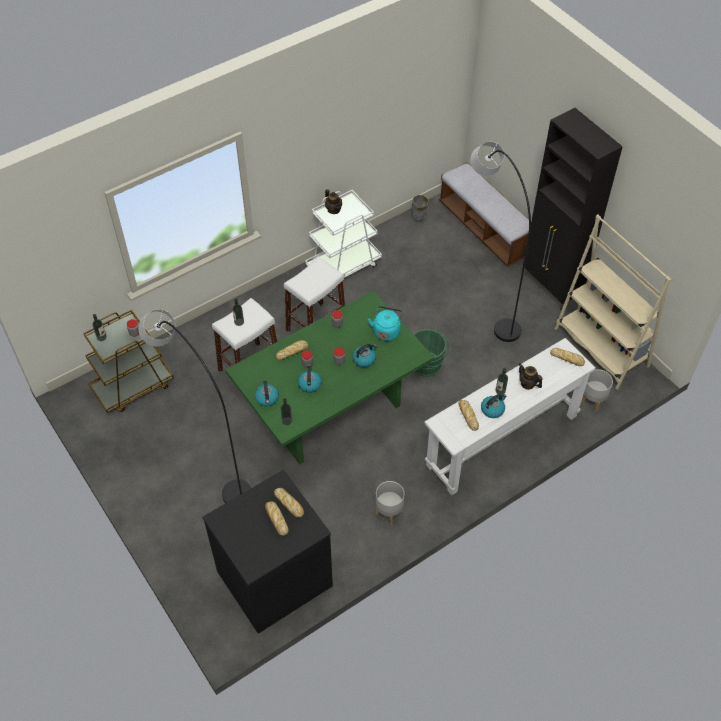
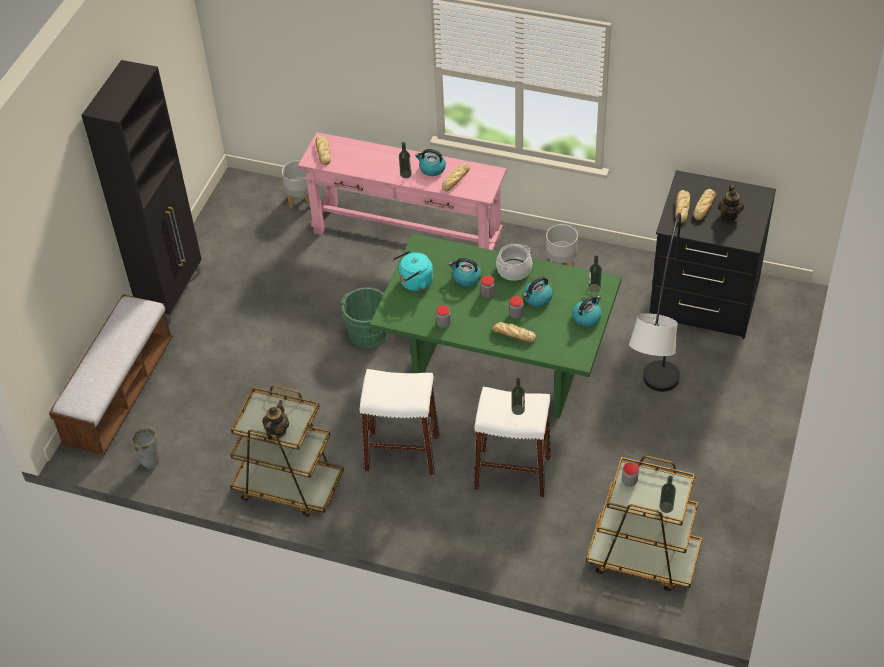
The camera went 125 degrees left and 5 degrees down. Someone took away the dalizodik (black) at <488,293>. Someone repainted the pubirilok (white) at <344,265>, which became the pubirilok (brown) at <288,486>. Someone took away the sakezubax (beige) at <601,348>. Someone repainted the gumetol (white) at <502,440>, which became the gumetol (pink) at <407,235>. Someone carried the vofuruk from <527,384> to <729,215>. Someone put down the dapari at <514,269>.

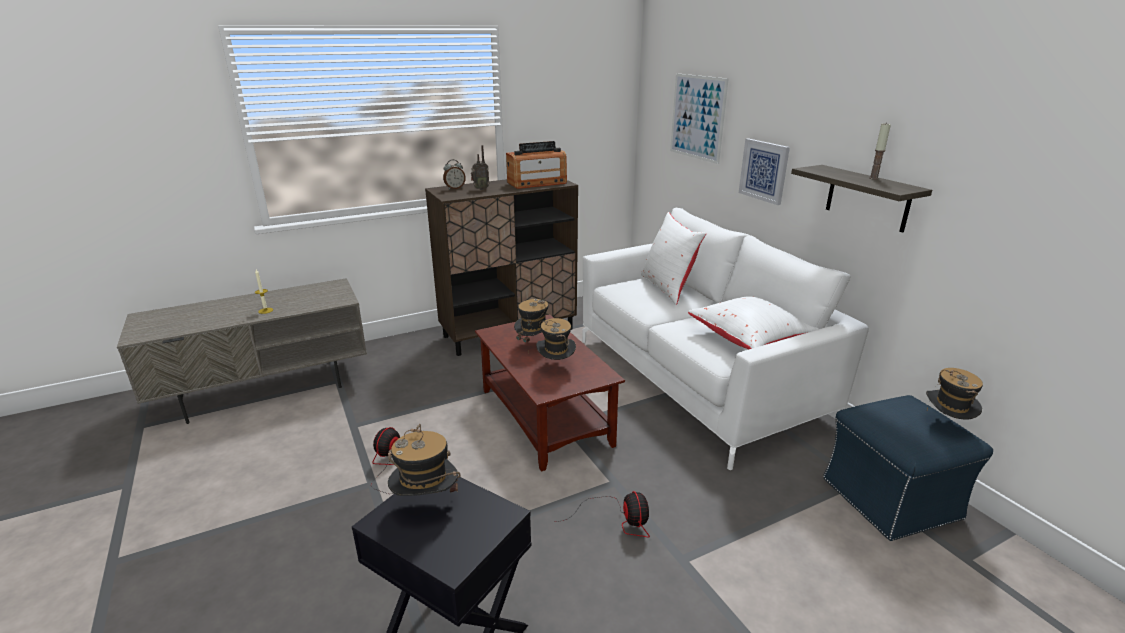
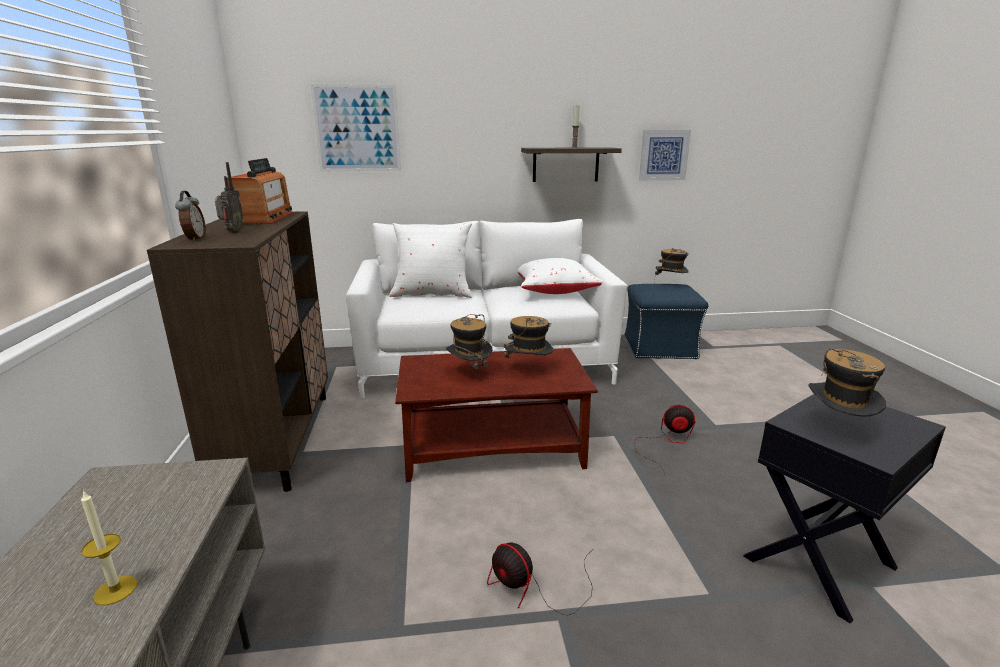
The camera went 70 degrees left and 5 degrees down. Someone carried the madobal from <764,171> to <663,155>.

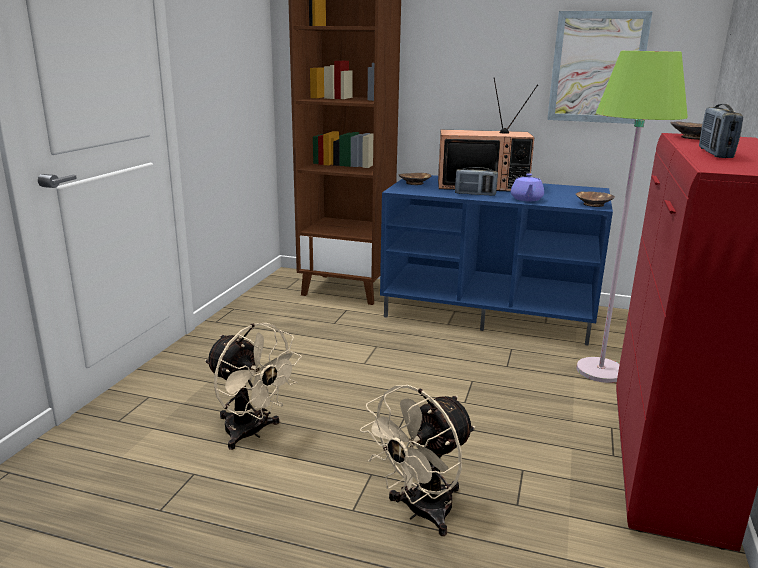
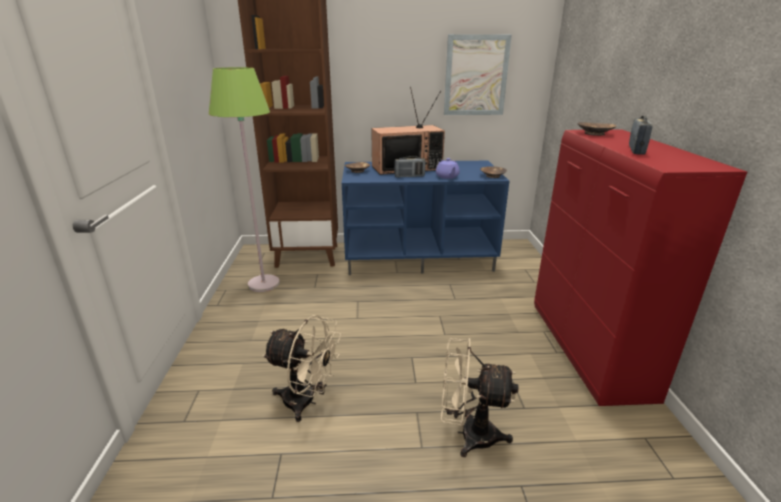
The camera went 20 degrees left and 5 degrees up. Someone carried the dalizodik (green) from <600,371> to <264,284>. Someone rotated the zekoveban at <715,153> by 150 degrees counterclockwise. Someone rotated the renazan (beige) at <420,512> by 75 degrees clockwise.

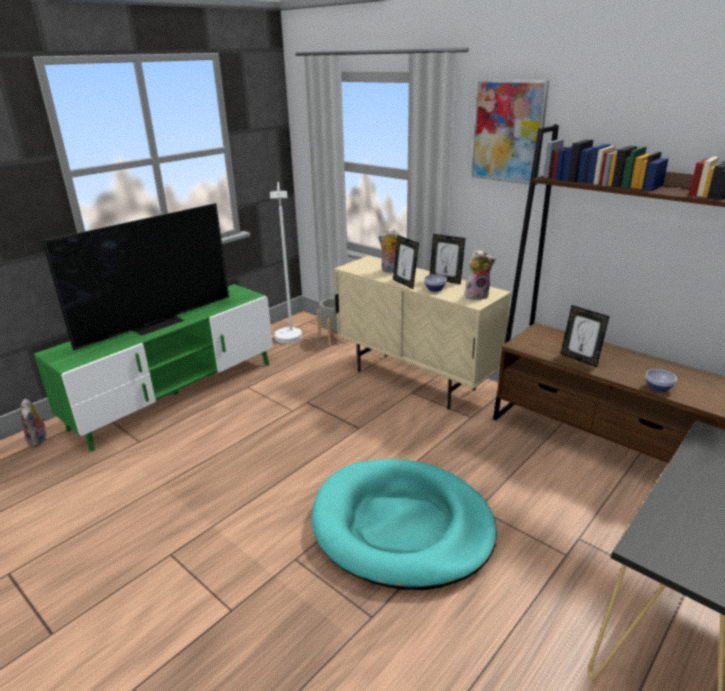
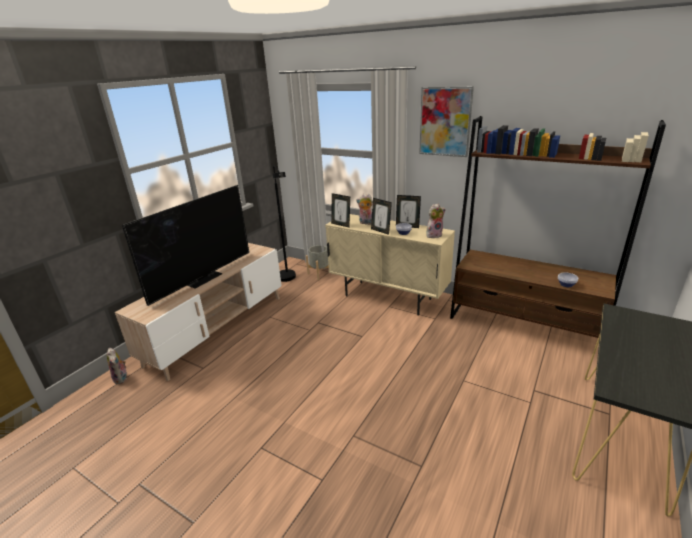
The camera went 10 degrees left and 0 degrees up. Someone repainted the dalizodik (white) at <289,340>, which became the dalizodik (black) at <287,279>. Someone repainted the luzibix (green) at <176,394>, which became the luzibix (beige) at <218,329>. Someone carried the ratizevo from <580,359> to <341,224>. Someone took away the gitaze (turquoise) at <402,526>.

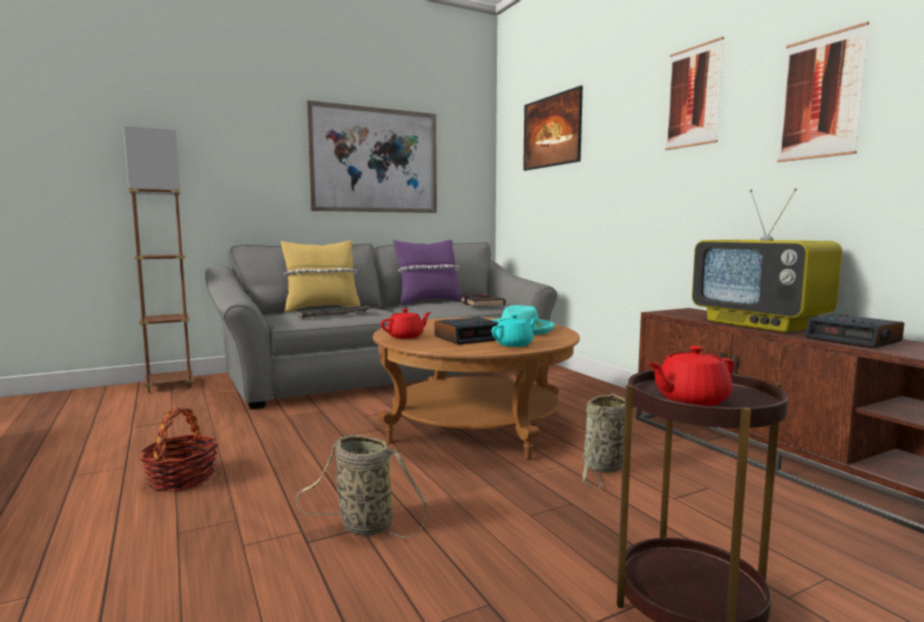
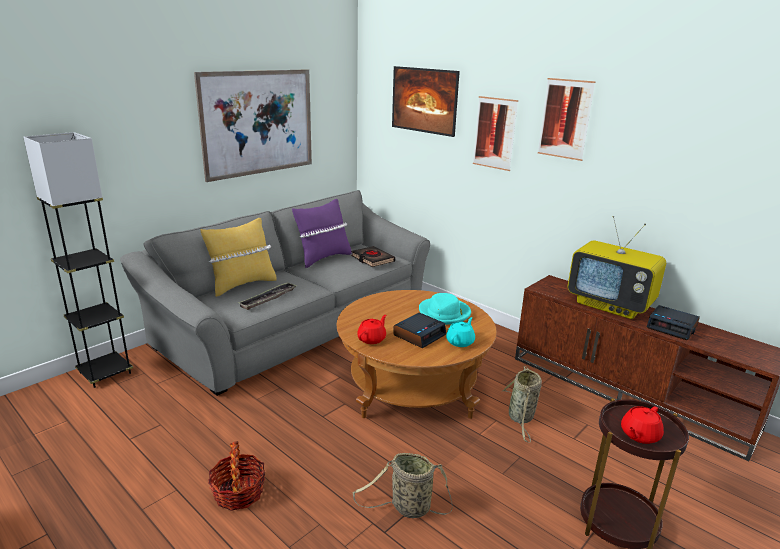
The camera went 20 degrees left and 15 degrees up. Someone carried the madobal from <820,97> to <494,133>. Someone repainted the dalizodik (brown) at <170,385>, which became the dalizodik (grey) at <105,373>.

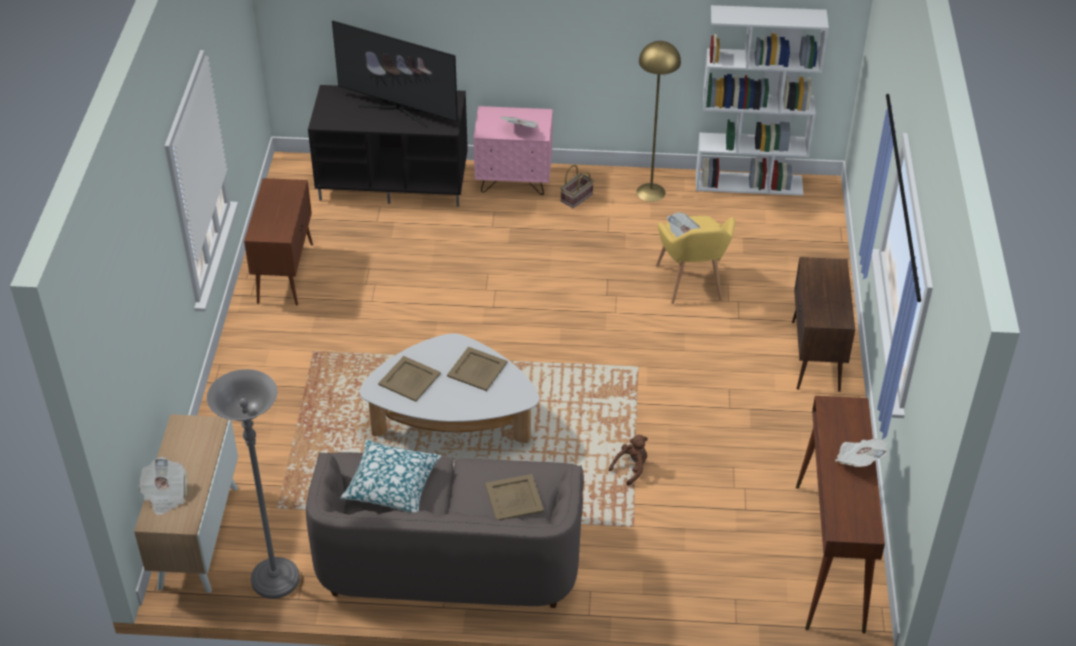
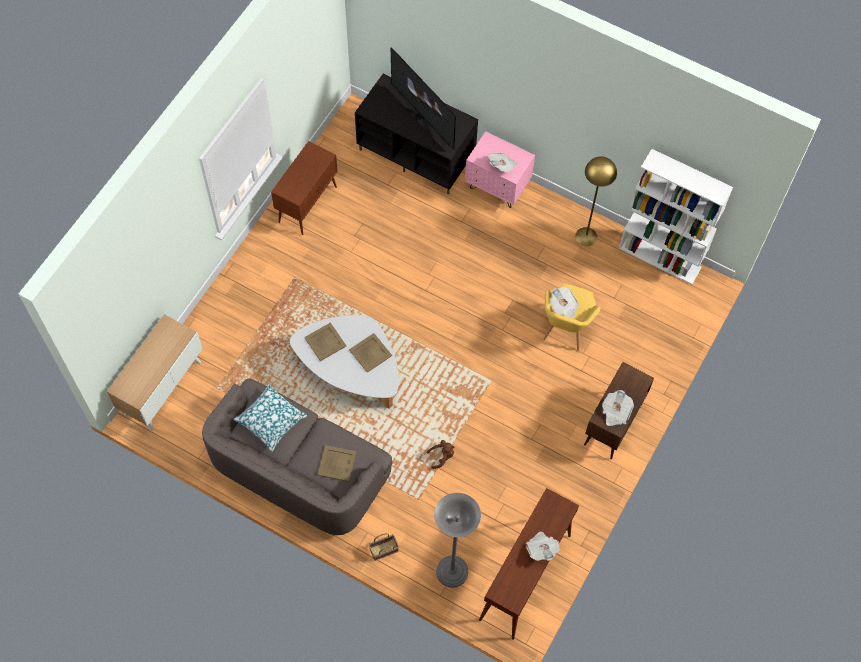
The camera went 25 degrees right and 20 degrees up. Someone carried the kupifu from <576,198> to <383,550>. Someone carried the dalizodik (grey) from <275,580> to <452,572>. Someone carried the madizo from <165,495> to <615,412>.

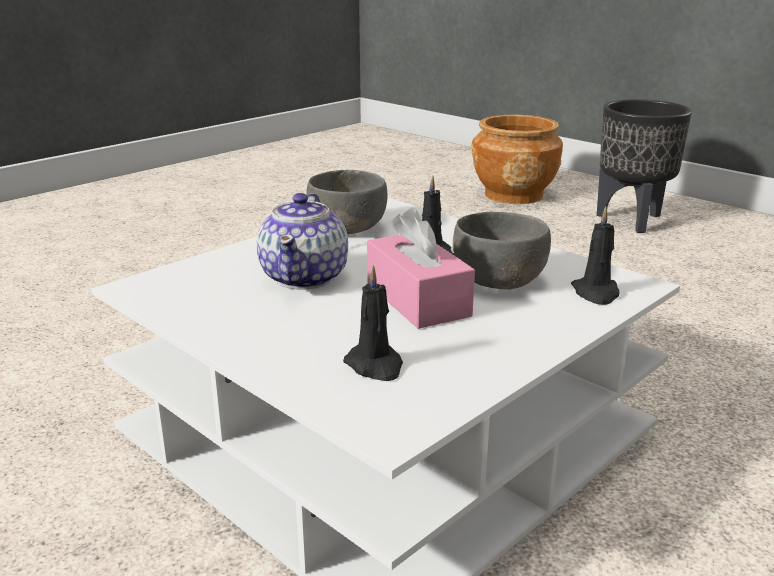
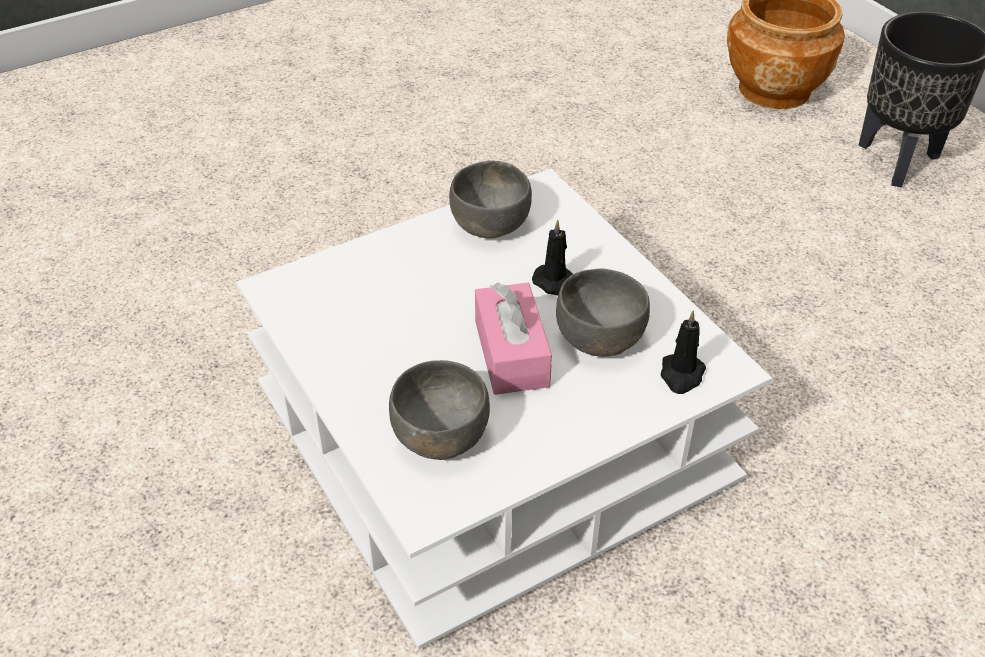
The camera went 15 degrees right and 20 degrees up. Someone took away the vofuruk at <305,277>. Someone swapped the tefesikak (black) at <375,366> for the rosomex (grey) at <440,436>.

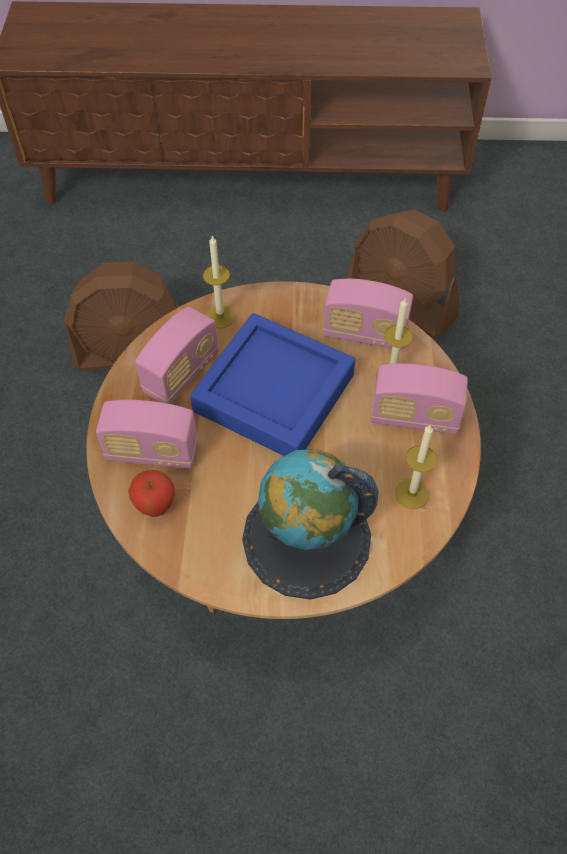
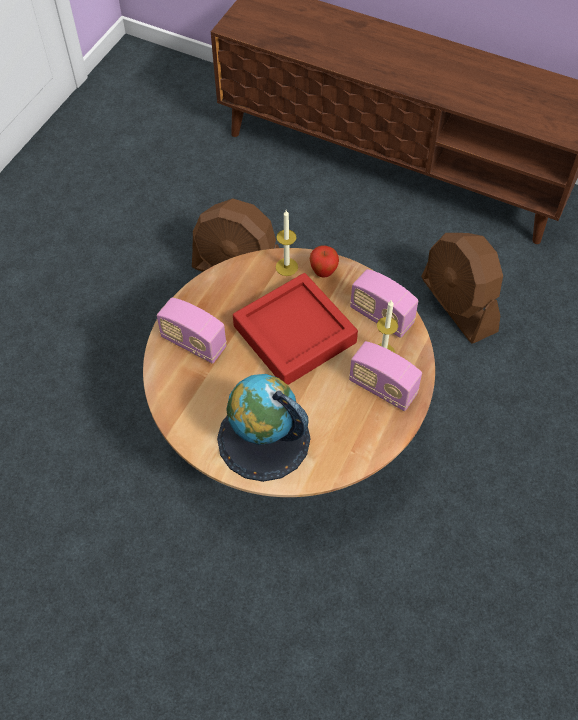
The camera went 25 degrees right and 0 degrees up. Someone took away the zekoveban at <181,374>. Someone repainted the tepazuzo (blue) at <274,393>, which became the tepazuzo (red) at <294,334>. Someone took away the tefesikak at <412,493>. Someone carried the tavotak from <155,506> to <323,272>.

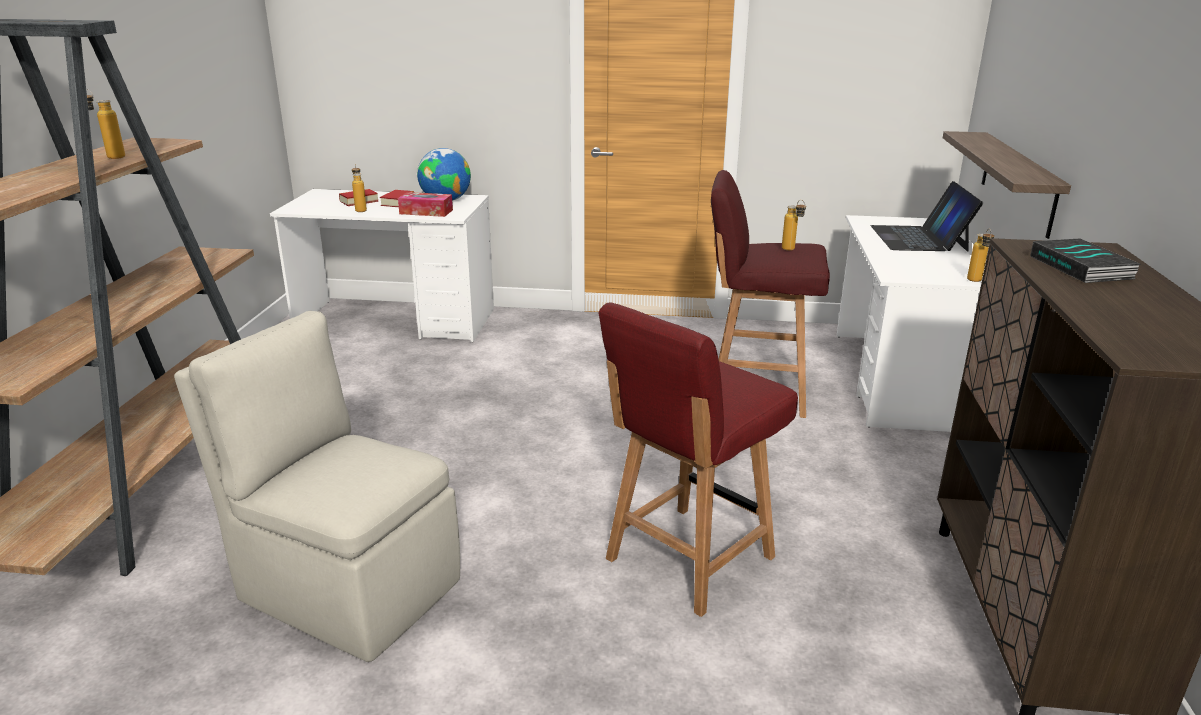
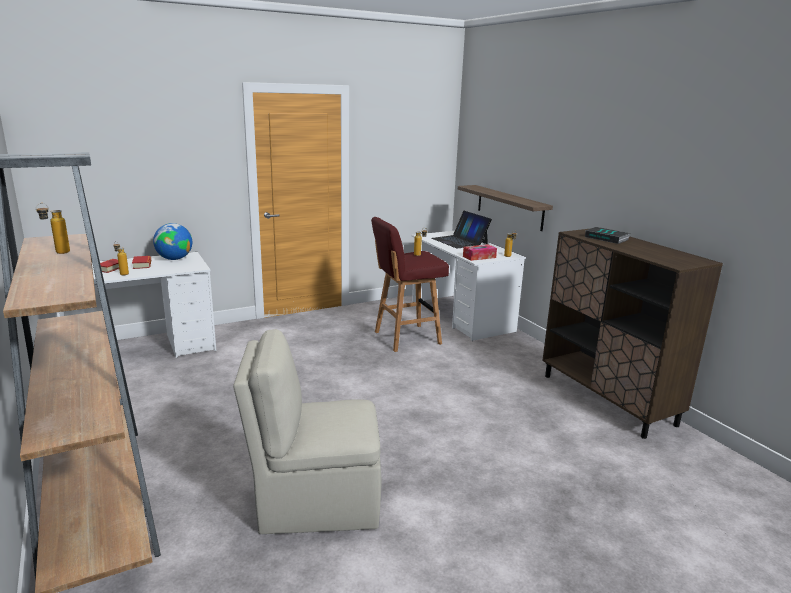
The camera went 35 degrees left and 5 degrees down. Someone carried the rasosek from <426,212> to <479,257>. Someone took away the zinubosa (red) at <687,560>.

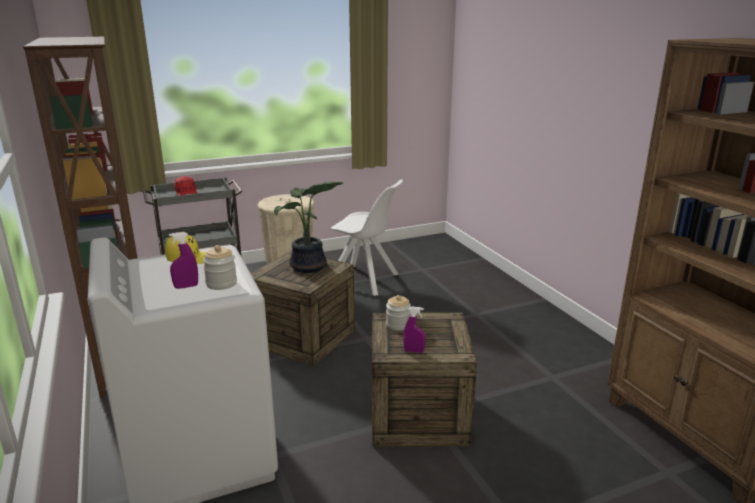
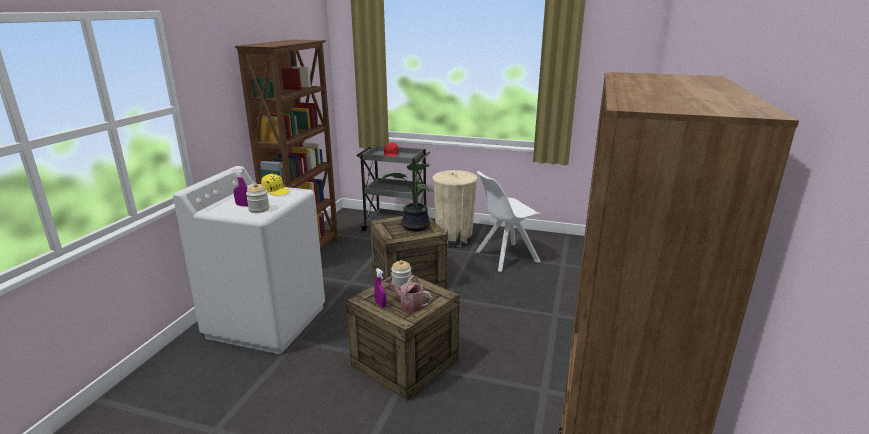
The camera went 40 degrees right and 0 degrees up. Someone rotated the zinubosa (white) at <365,280> by 90 degrees clockwise. Someone put down the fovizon at <408,305>.

